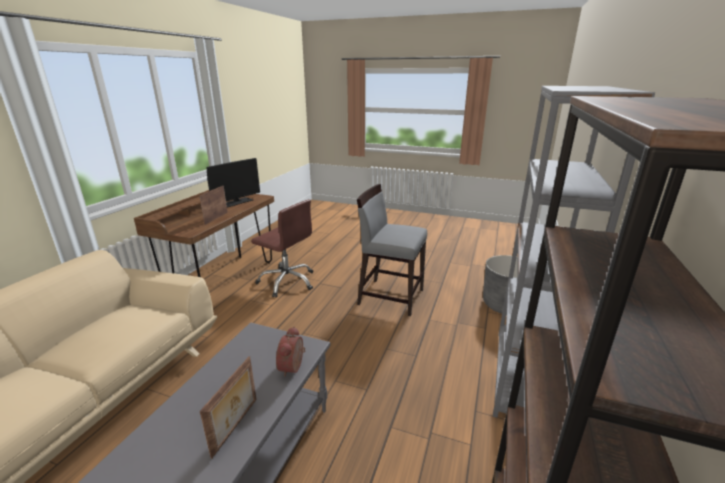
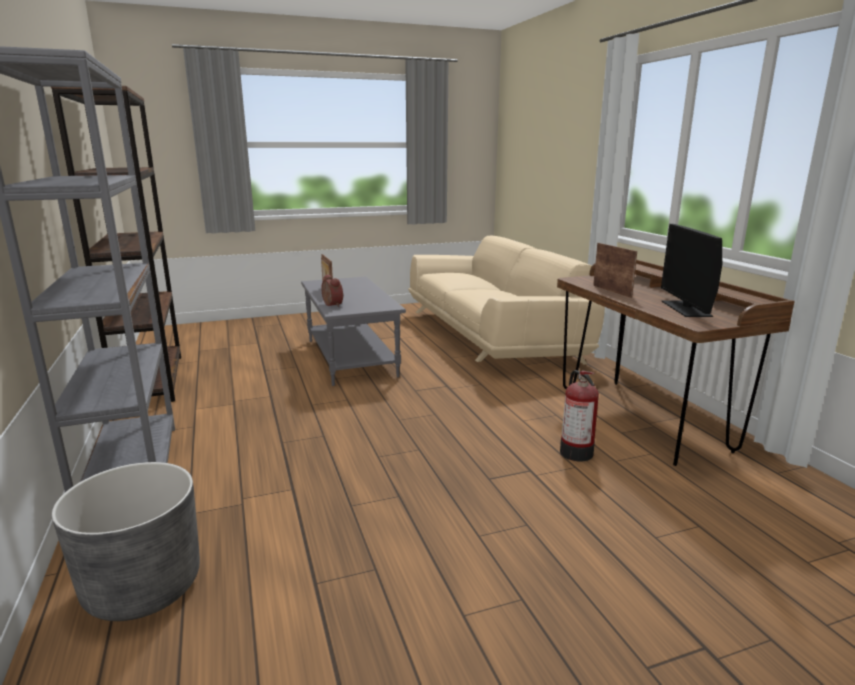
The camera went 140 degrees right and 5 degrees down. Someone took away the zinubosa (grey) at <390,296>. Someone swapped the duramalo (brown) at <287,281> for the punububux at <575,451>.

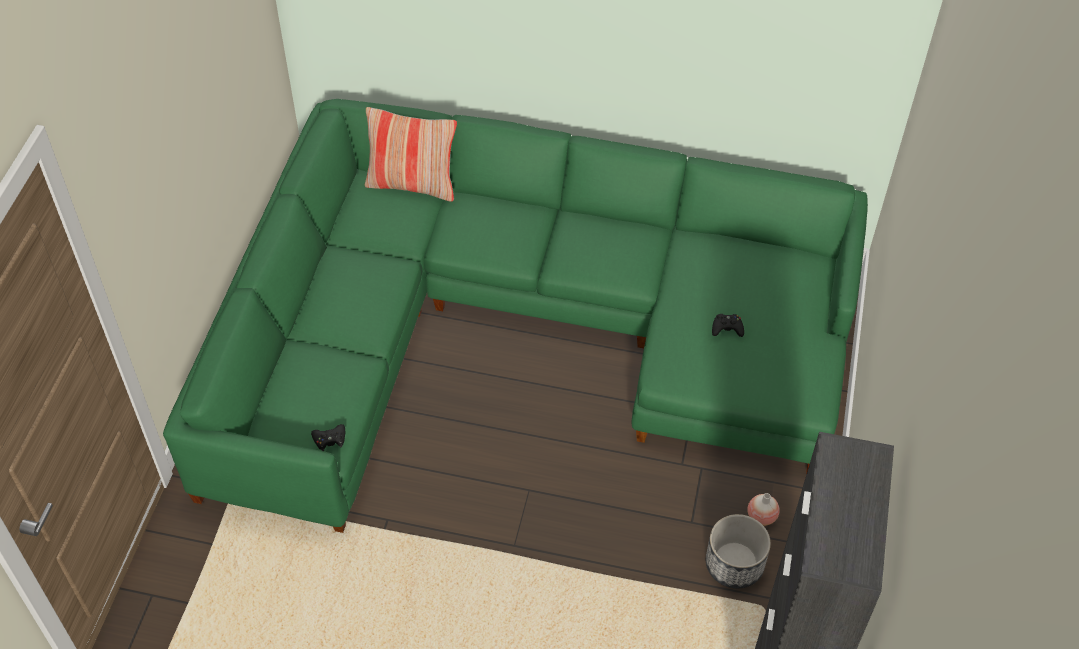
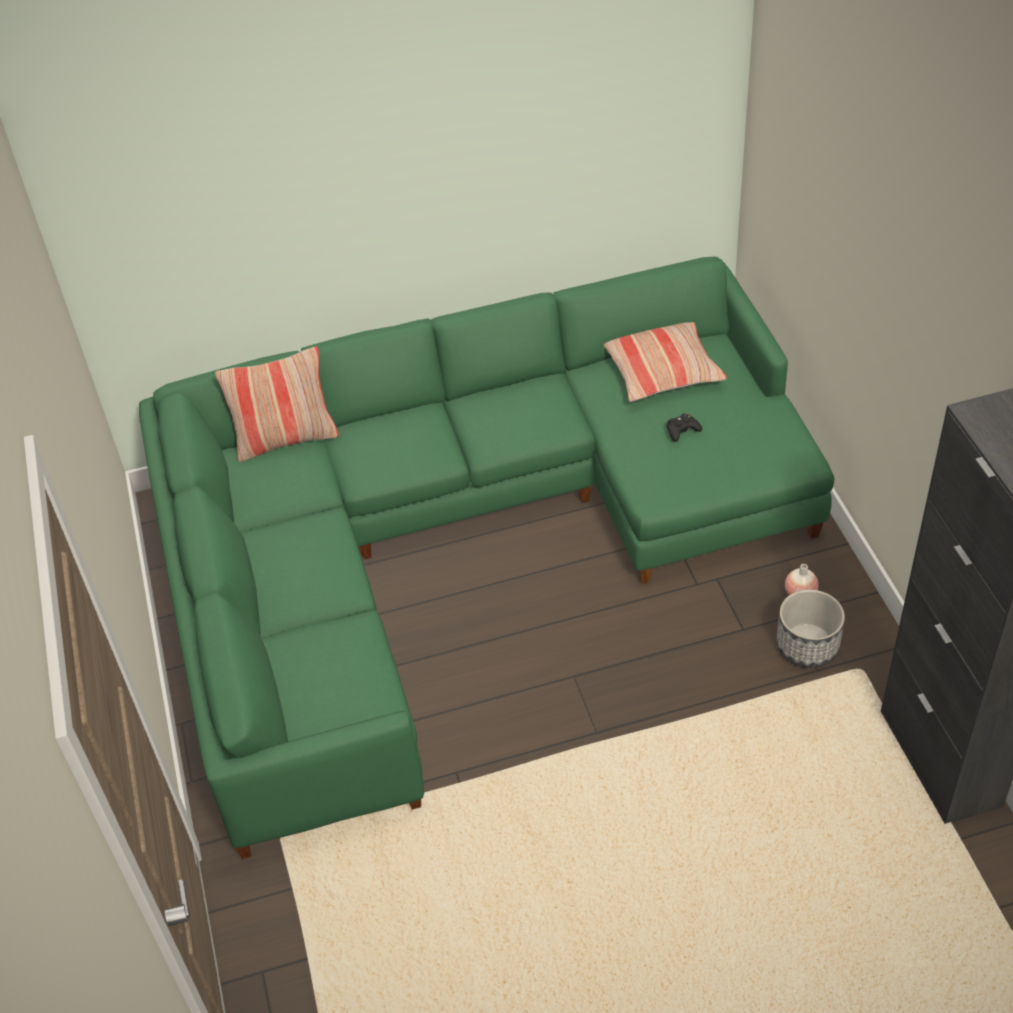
The camera went 25 degrees left and 5 degrees down. Someone took away the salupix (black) at <330,440>. Someone put down the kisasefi at <662,370>.

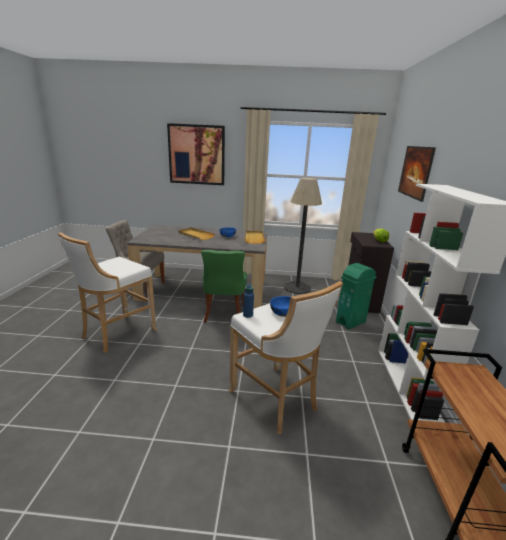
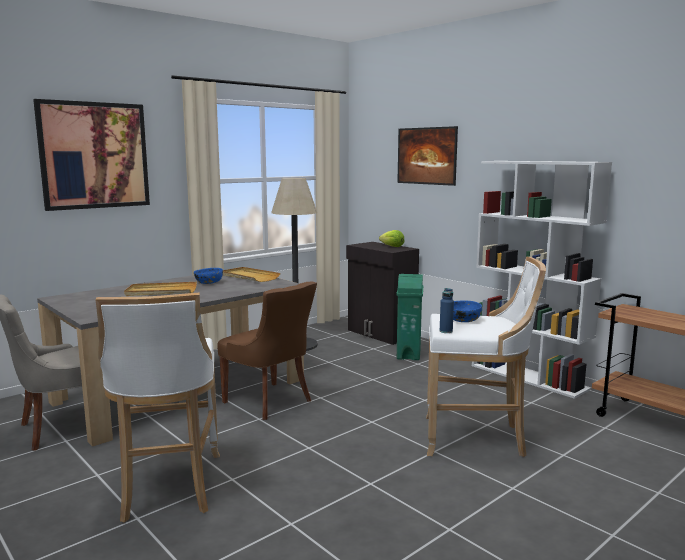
The camera went 45 degrees left and 10 degrees down. Someone repainted the zinubosa (green) at <224,314>, which became the zinubosa (brown) at <270,401>.

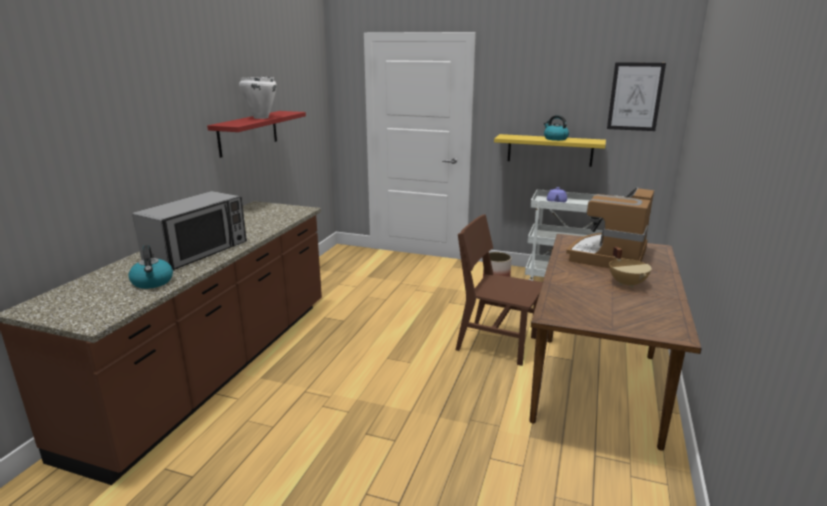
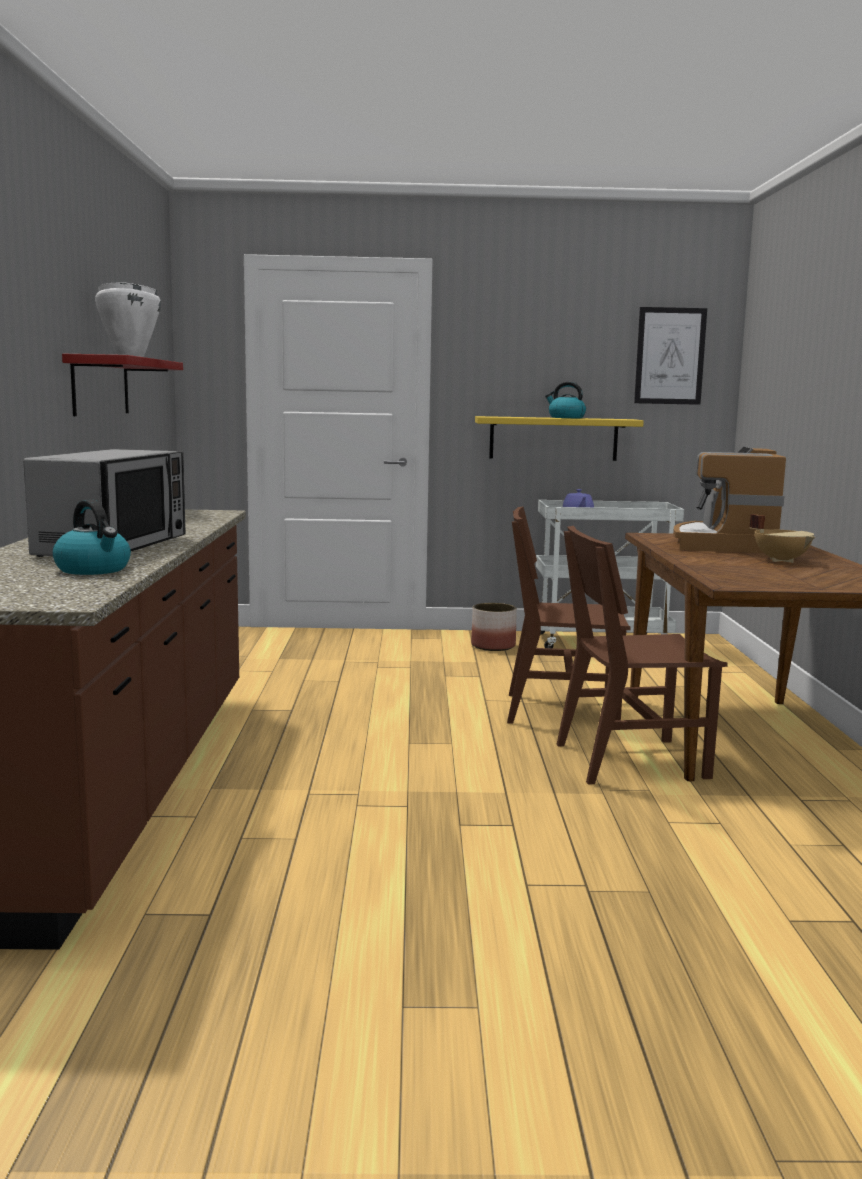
The camera went 20 degrees left and 10 degrees down. Someone put down the zinubosa (brown) at <630,760>.

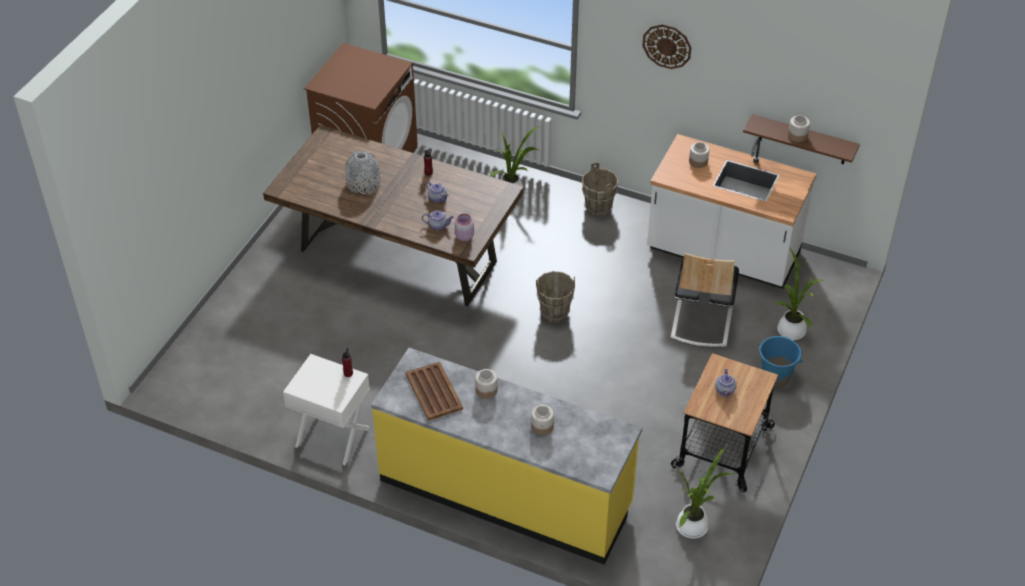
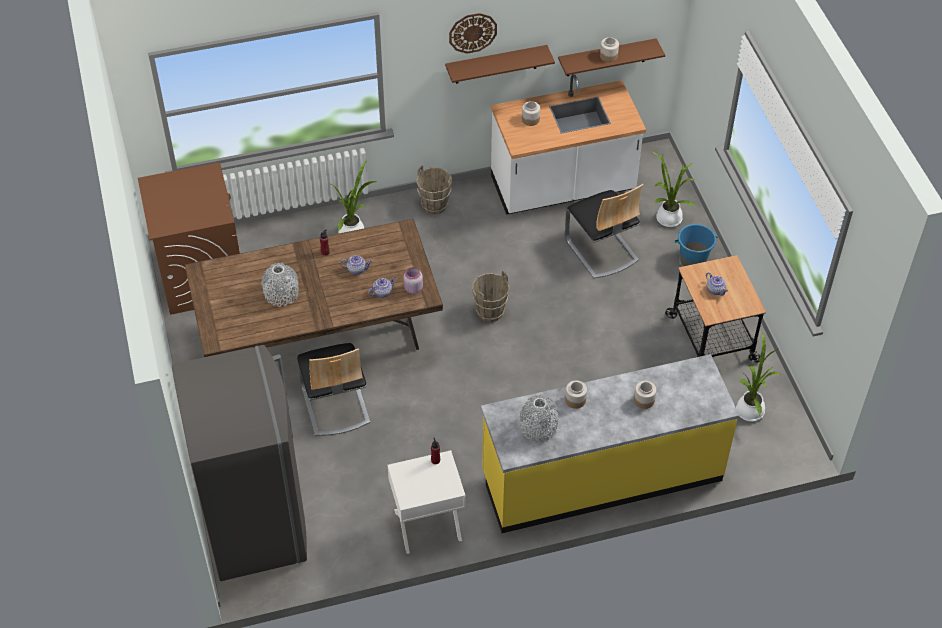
The camera went 40 degrees left and 5 degrees up. Someone swapped the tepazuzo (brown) at <434,391> for the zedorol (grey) at <538,427>. Someone put up the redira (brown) at <496,64>. Someone put down the zinubosa at <335,405>. Someone put down the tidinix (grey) at <255,524>.

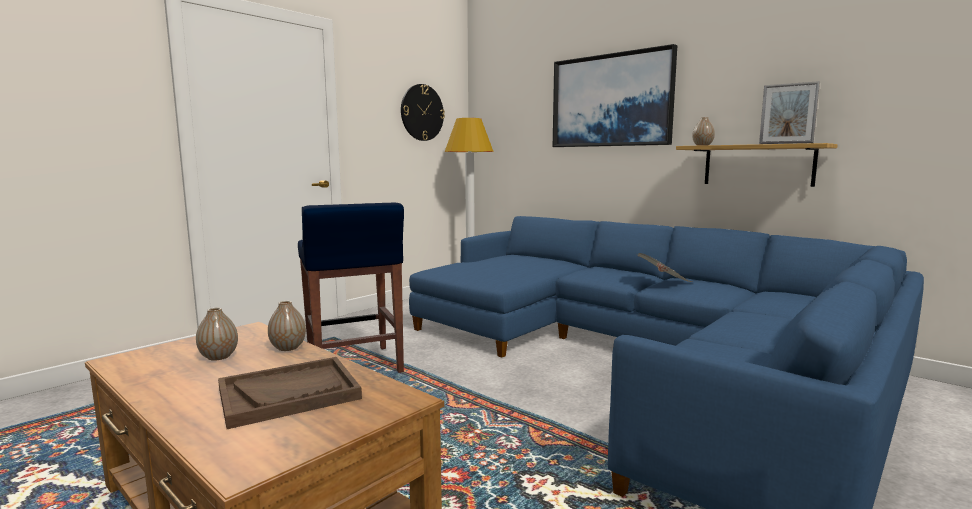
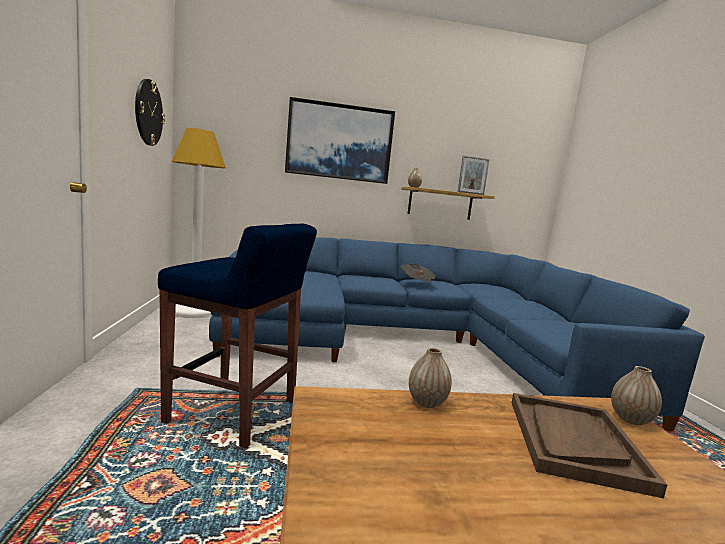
The camera went 50 degrees left and 0 degrees up. Someone carried the zedorol from <219,357> to <630,419>.

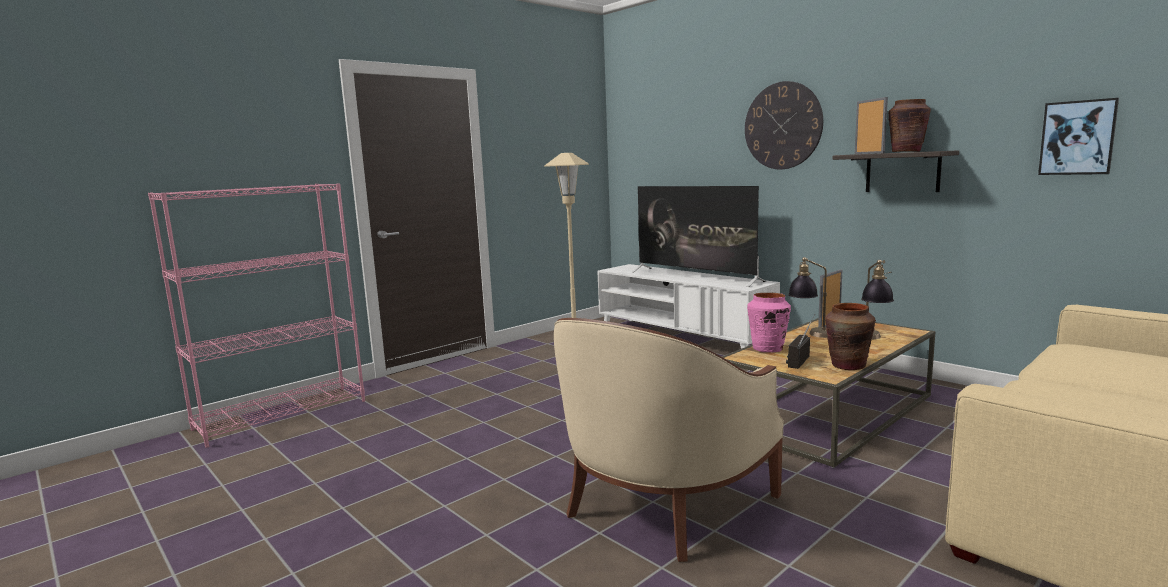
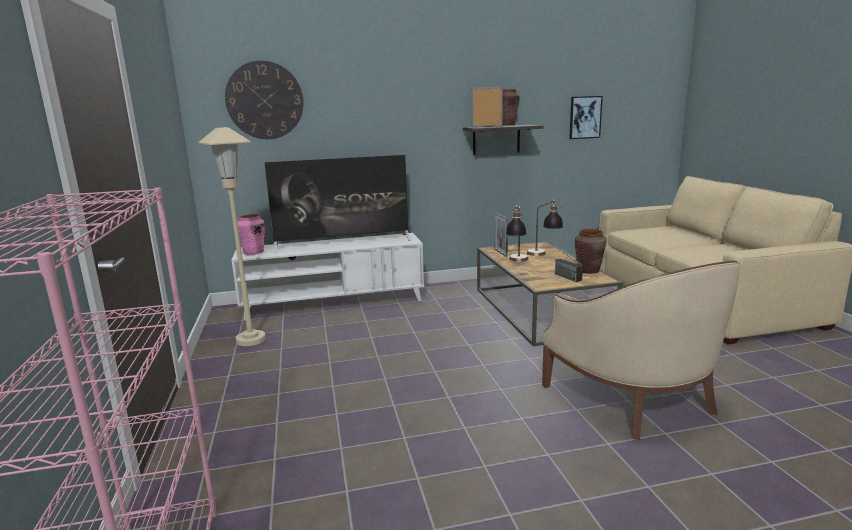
The camera went 60 degrees left and 5 degrees up. Someone carried the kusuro from <782,126> to <265,100>. Someone carried the zedorol (pink) from <768,349> to <253,252>.

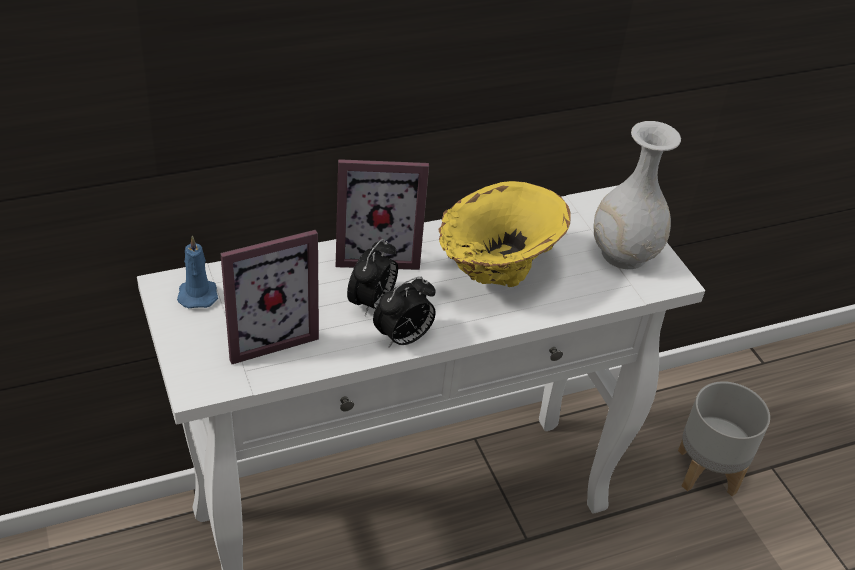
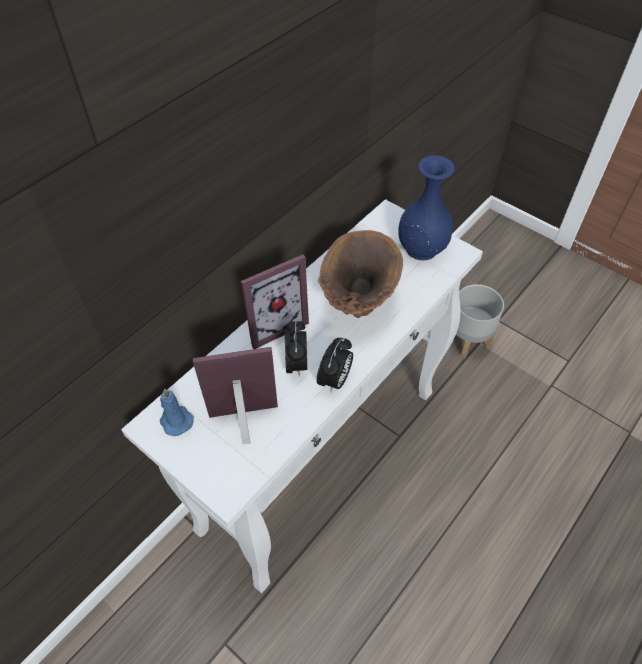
The camera went 25 degrees left and 10 degrees up. Someone repainted the zedorol (white) at <624,253>, which became the zedorol (blue) at <421,248>. Someone repainted the zedorol (yellow) at <494,275>, which became the zedorol (brown) at <357,303>. Someone rotated the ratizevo at <266,334> by 135 degrees counterclockwise.

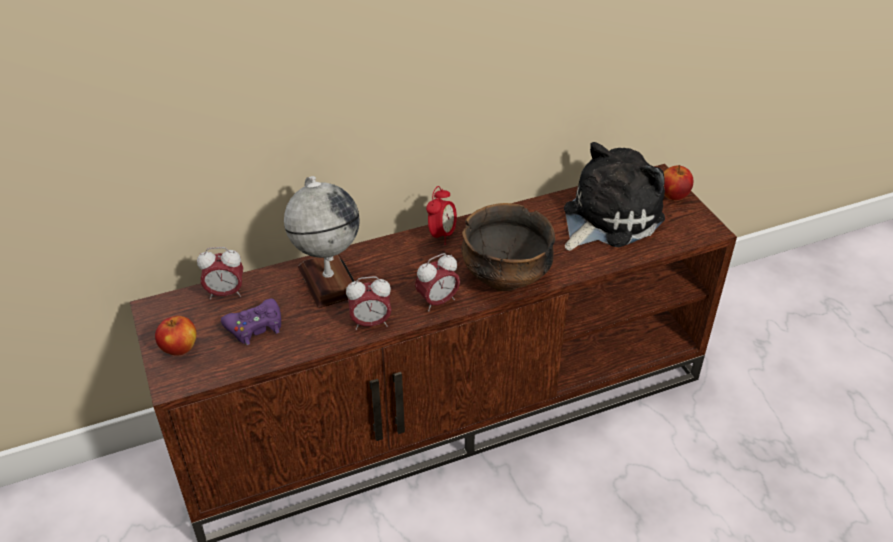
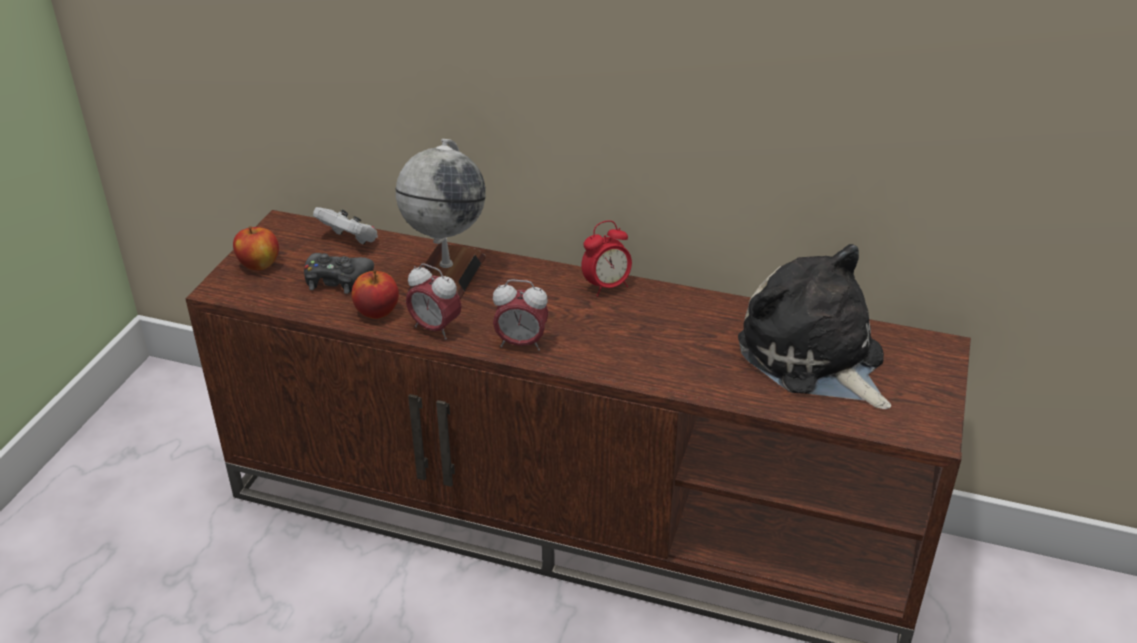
The camera went 40 degrees right and 5 degrees down. Someone rotated the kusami at <607,218> by 120 degrees counterclockwise. Someone carried the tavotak from <673,195> to <377,312>. Someone took away the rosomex at <505,277>. Someone swapped the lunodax at <225,293> for the salupix (white) at <350,240>. Someone repainted the salupix (purple) at <255,327>, which became the salupix (black) at <337,279>.

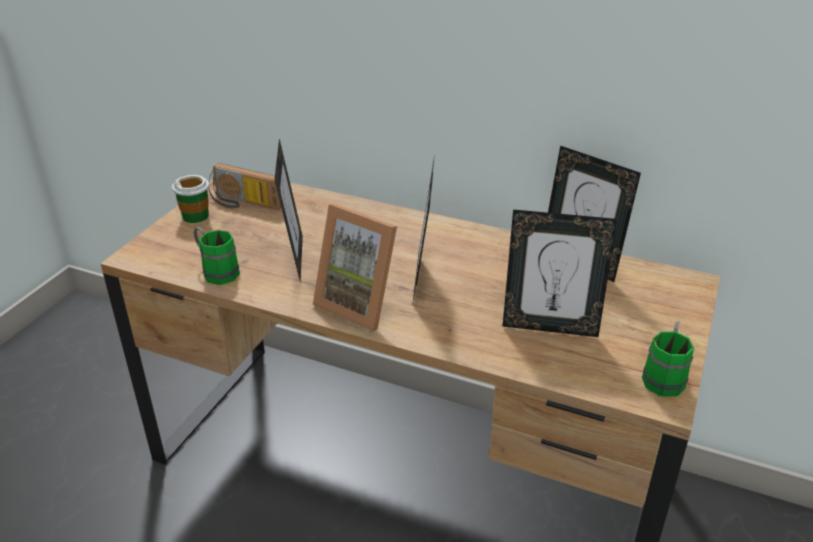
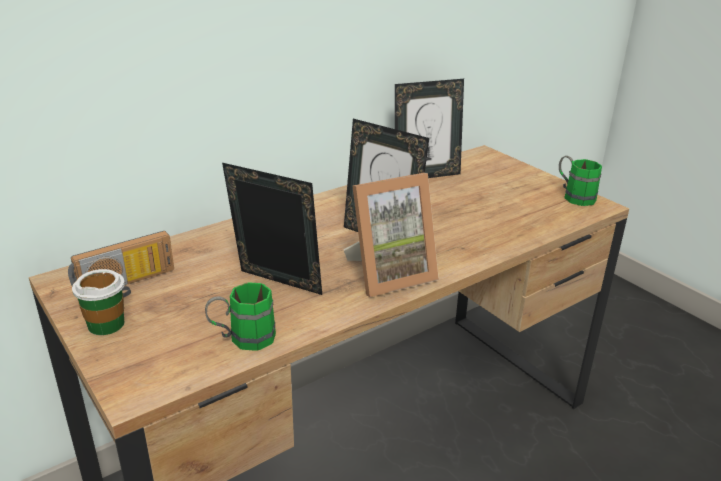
The camera went 60 degrees left and 5 degrees down. Someone took away the ratizevo at <550,326>.

